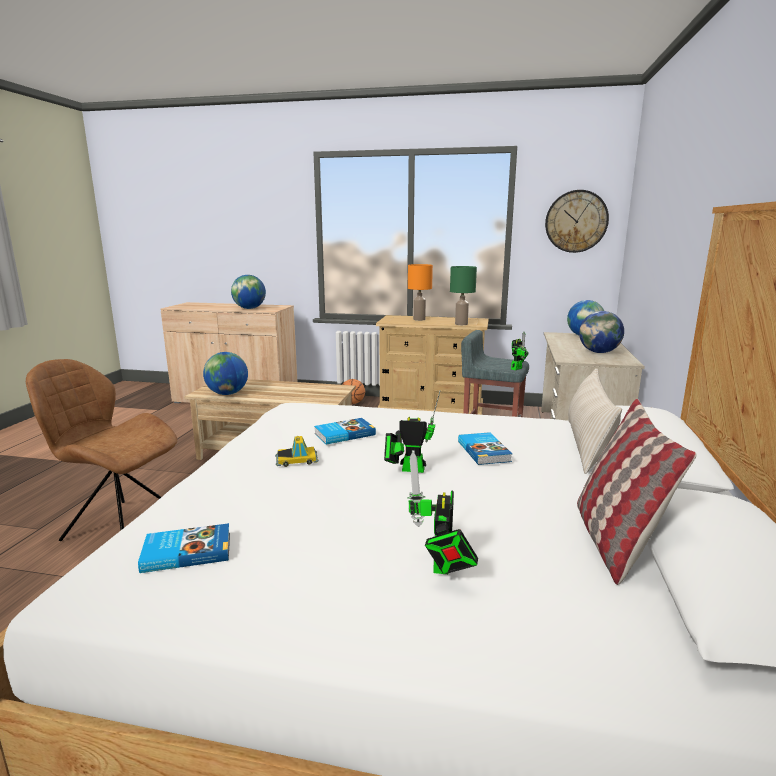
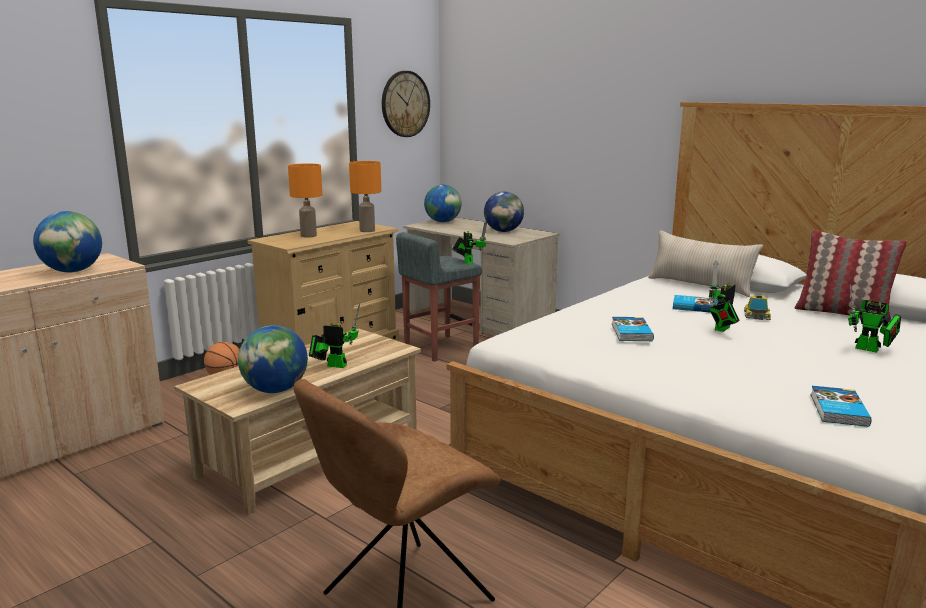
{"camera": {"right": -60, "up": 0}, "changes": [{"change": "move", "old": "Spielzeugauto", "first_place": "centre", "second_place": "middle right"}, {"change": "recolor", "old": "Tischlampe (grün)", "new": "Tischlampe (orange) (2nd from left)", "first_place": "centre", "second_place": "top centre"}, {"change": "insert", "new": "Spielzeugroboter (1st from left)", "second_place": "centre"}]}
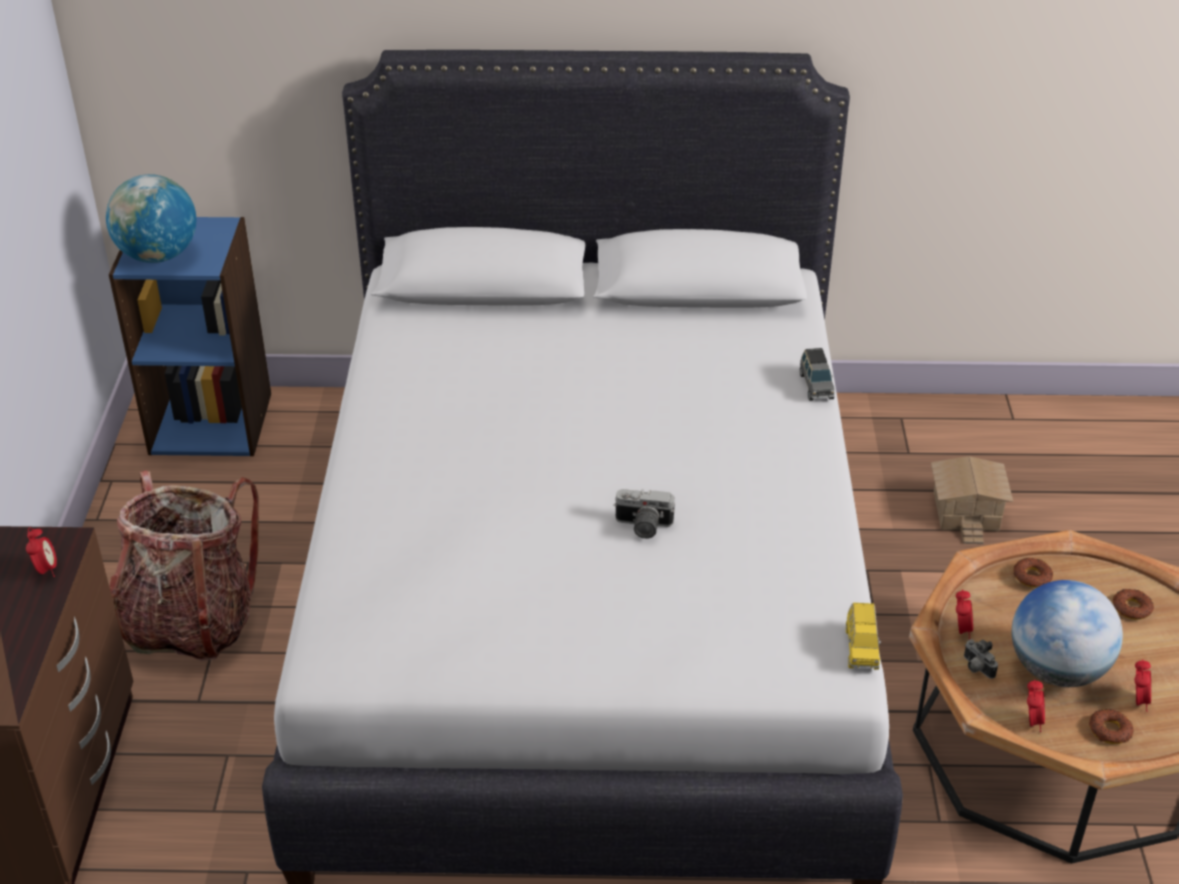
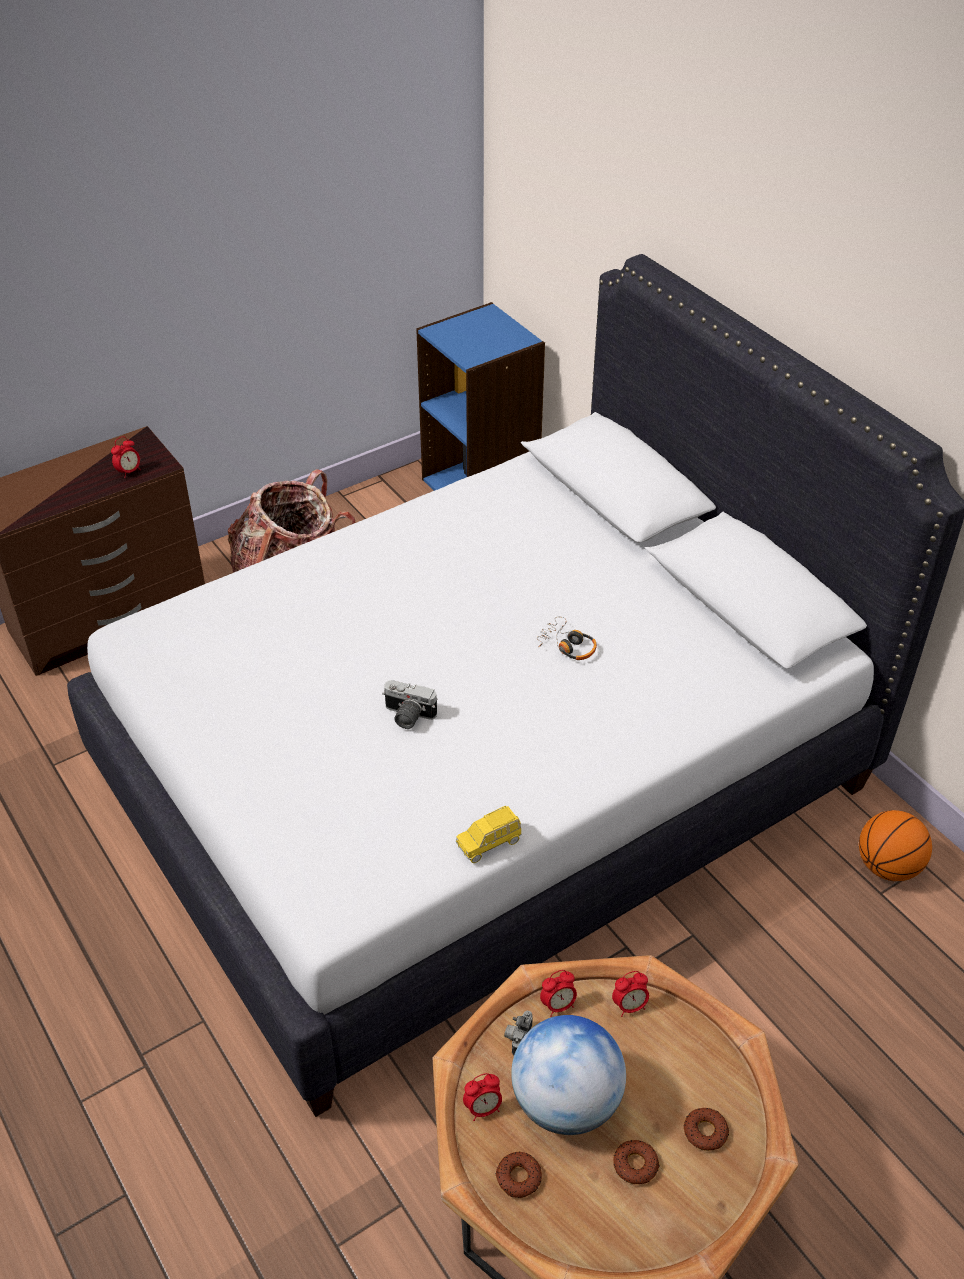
{"camera": {"right": 55, "up": 5}, "changes": [{"change": "delete", "old": "Globus (1st from left)", "first_place": "top left"}, {"change": "rotate", "old": "Kamera (1st from left)", "first_place": "centre", "second_place": "centre", "degrees": -45}, {"change": "delete", "old": "Spielzeugauto (grau)", "first_place": "middle right"}, {"change": "move", "old": "Spielzeugauto (gelb)", "first_place": "bottom right", "second_place": "centre"}, {"change": "delete", "old": "Spielzeughaus", "first_place": "middle right"}, {"change": "move", "old": "Donut (1st from left in the first image)", "new": "Donut (2nd from left)", "first_place": "middle right", "second_place": "bottom centre"}, {"change": "move", "old": "Wecker (4th from left)", "first_place": "bottom right", "second_place": "bottom centre"}, {"change": "insert", "new": "Kopfhörer", "second_place": "centre"}, {"change": "insert", "new": "Basketball", "second_place": "middle right"}]}
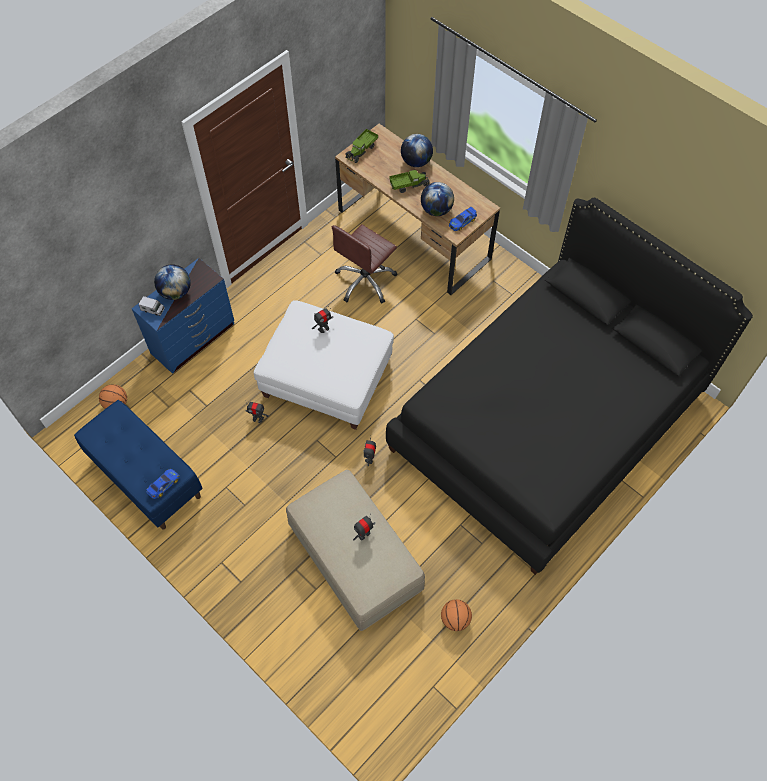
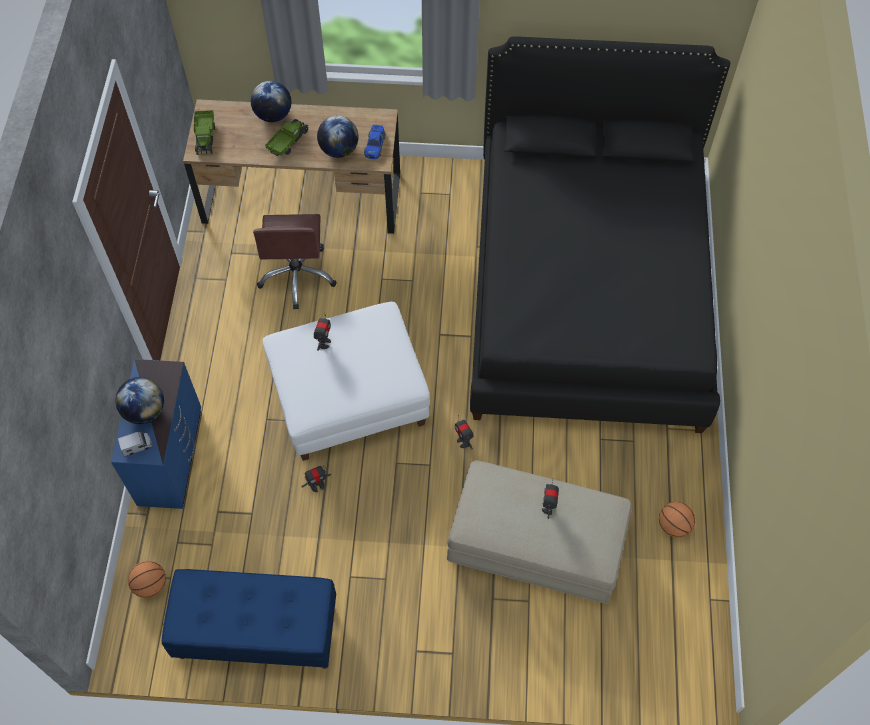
{"camera": {"right": -40, "up": 0}, "changes": [{"change": "delete", "old": "Spielzeugauto (1st from left)", "first_place": "middle left"}]}
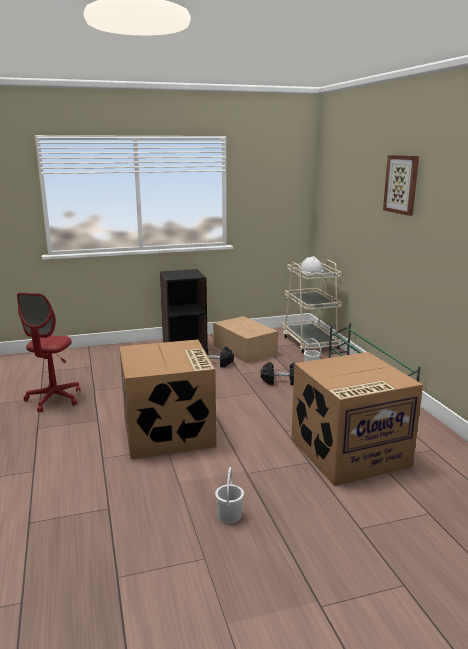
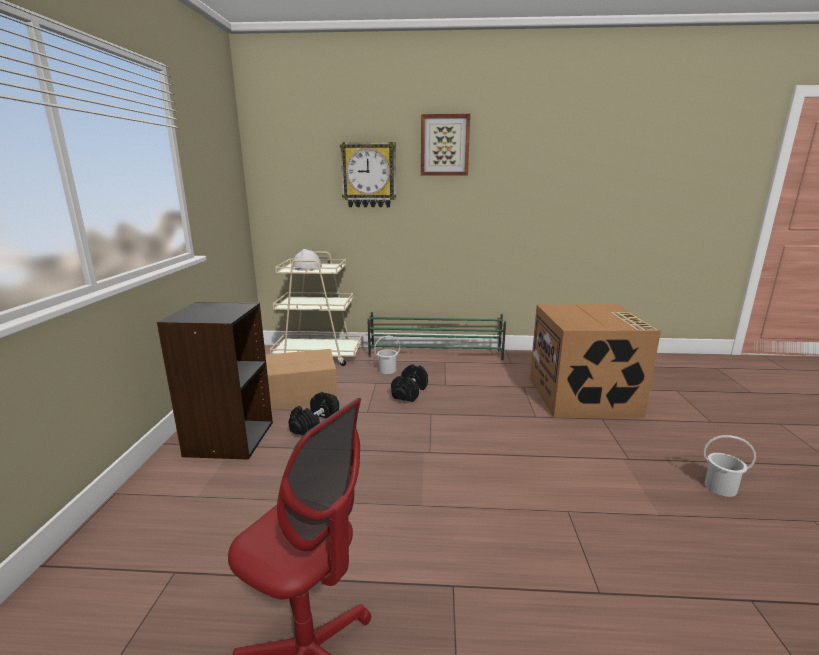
{"camera": {"right": -70, "up": 0}, "changes": [{"change": "delete", "old": "Karton (1st from left)", "first_place": "centre"}, {"change": "insert", "new": "Wanduhr", "second_place": "top centre"}]}
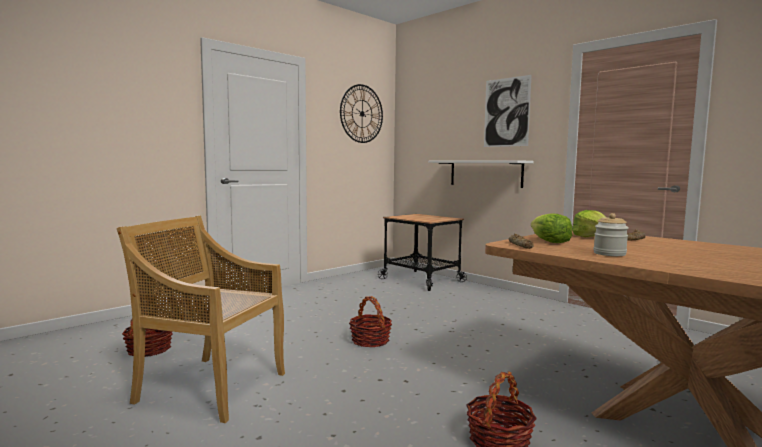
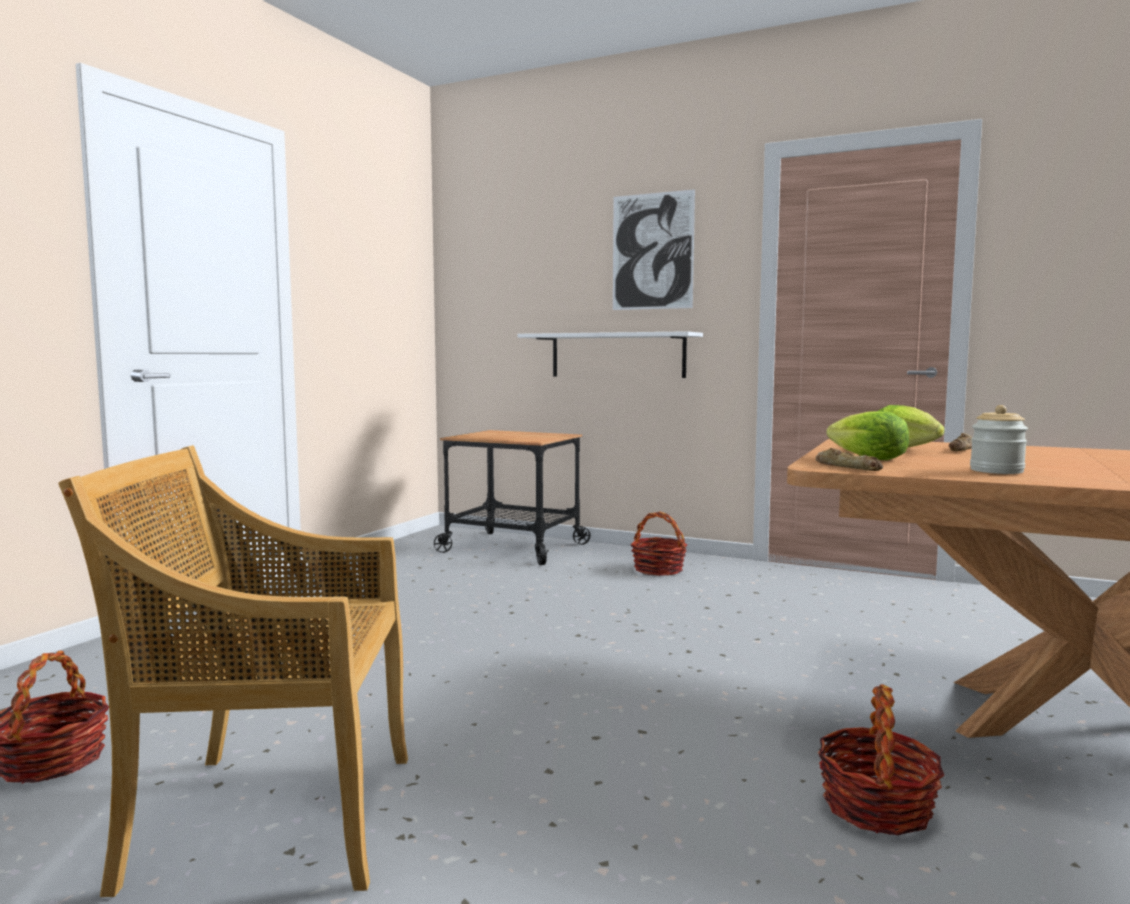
{"camera": {"right": -20, "up": 0}, "changes": [{"change": "delete", "old": "Wanduhr", "first_place": "top centre"}, {"change": "move", "old": "Korb (2nd from left)", "first_place": "bottom centre", "second_place": "centre"}]}
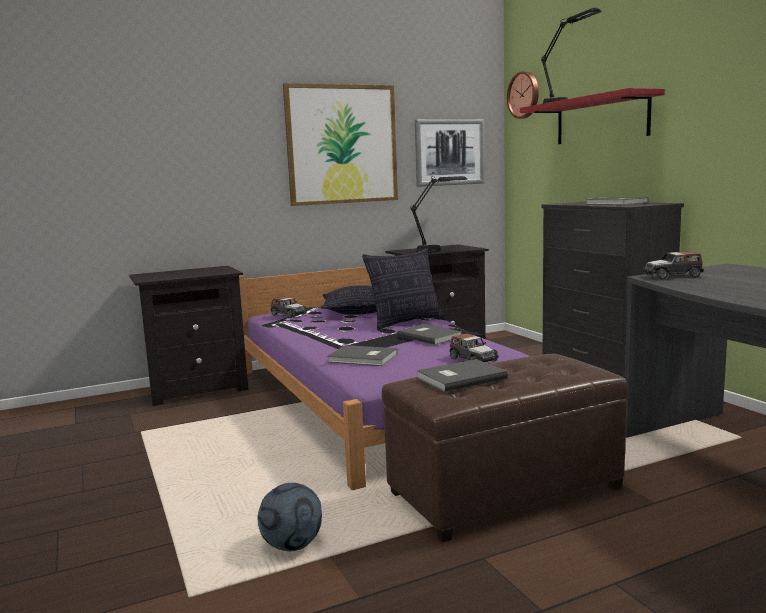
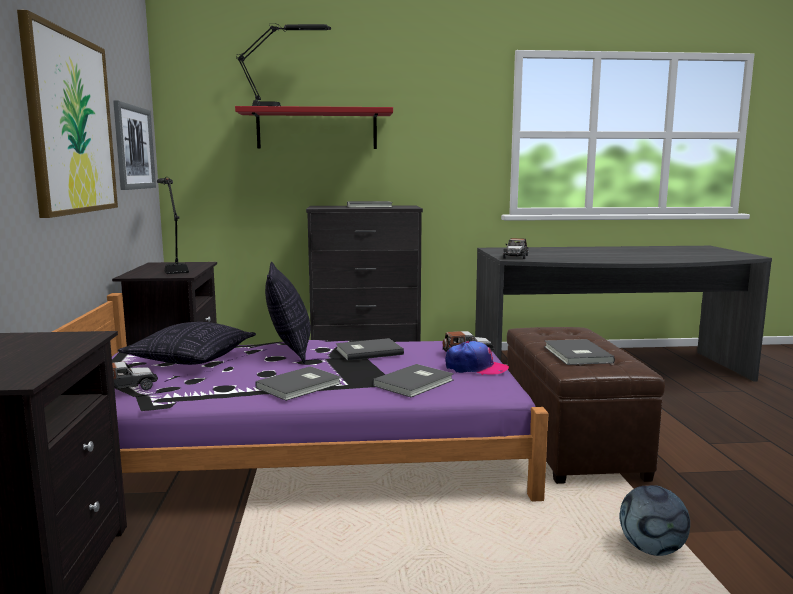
{"camera": {"right": -70, "up": 0}, "changes": [{"change": "delete", "old": "Wanduhr", "first_place": "top right"}, {"change": "insert", "new": "Buch (grau) (1st from left)", "second_place": "centre"}, {"change": "insert", "new": "Kappe", "second_place": "centre"}]}
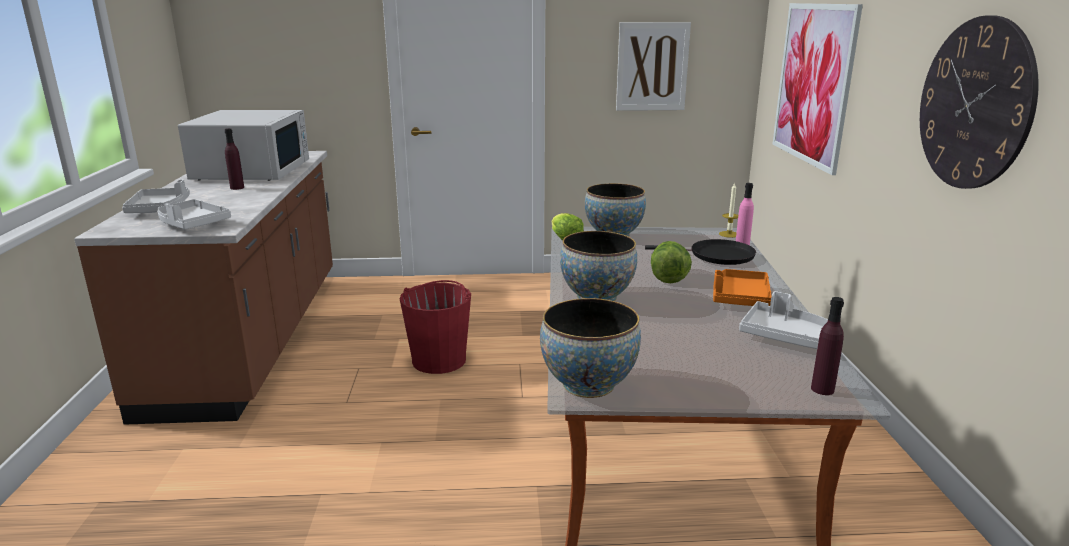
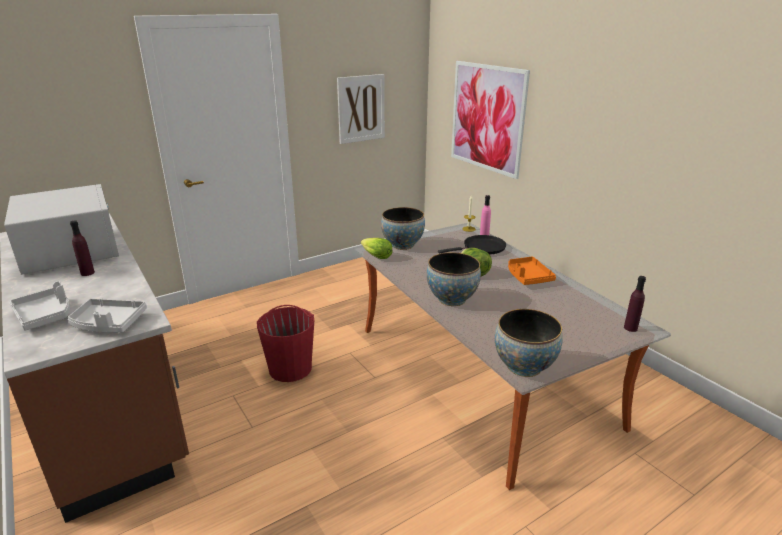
{"camera": {"right": -30, "up": 5}, "changes": [{"change": "delete", "old": "Tablett (grau) (3rd from left)", "first_place": "middle right"}, {"change": "delete", "old": "Wanduhr", "first_place": "top right"}]}
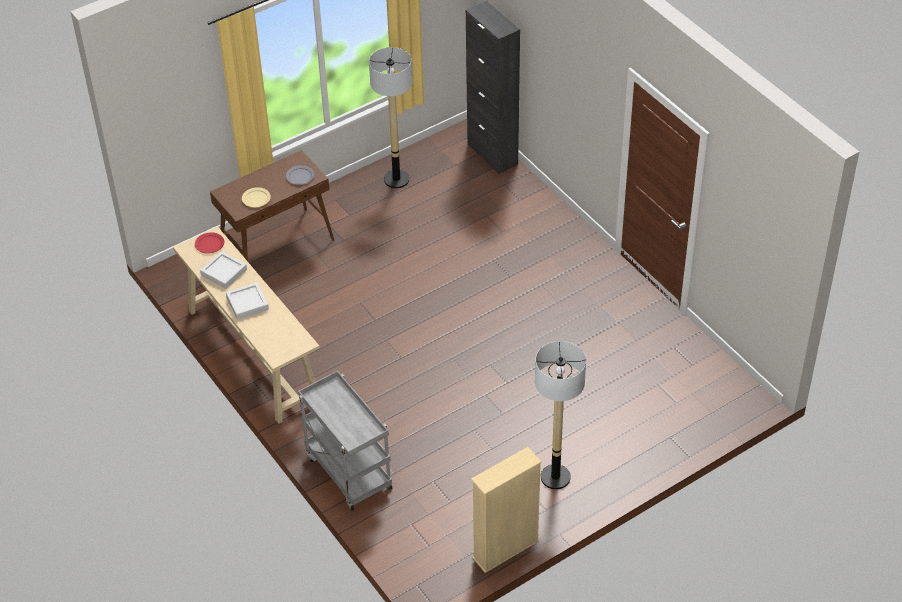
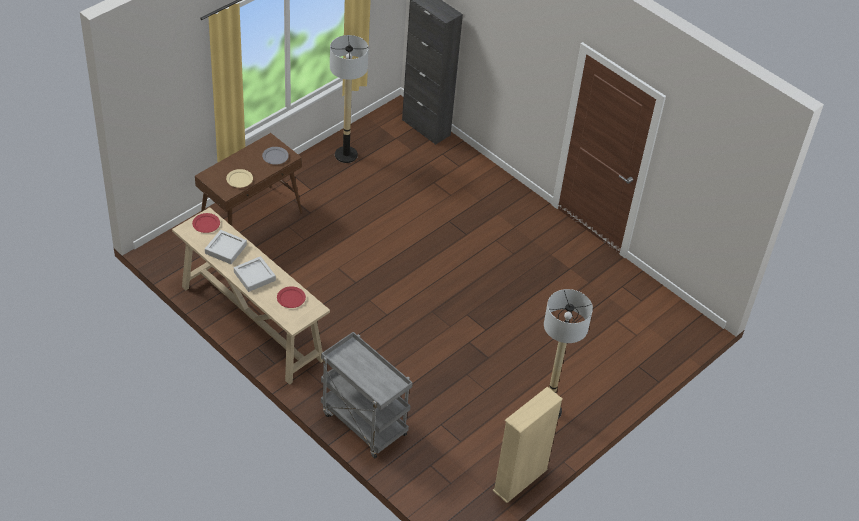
{"camera": {"right": -15, "up": 0}, "changes": [{"change": "insert", "new": "Teller (rot) (2nd from left)", "second_place": "centre"}]}
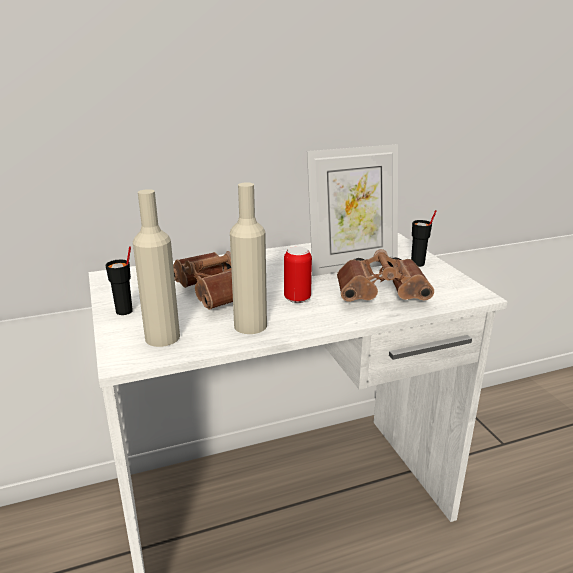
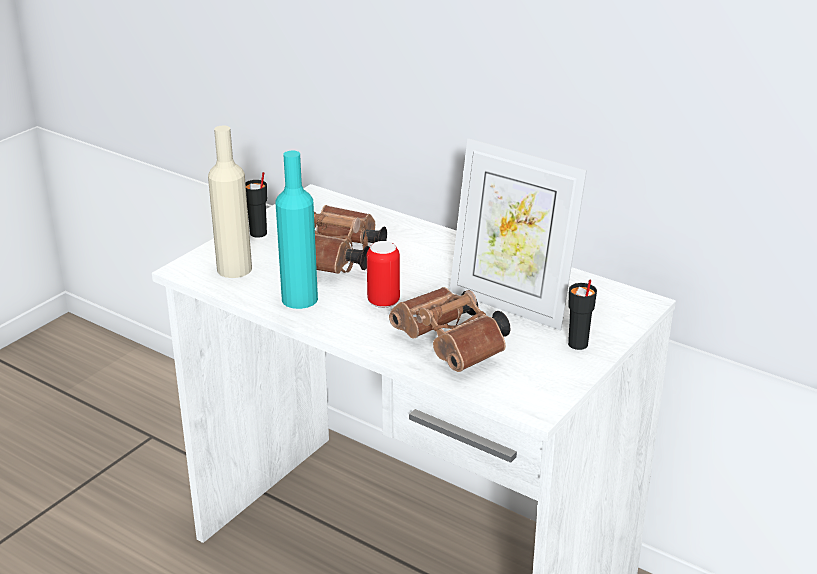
{"camera": {"right": 55, "up": 5}, "changes": [{"change": "recolor", "old": "Flasche (beige) (2nd from left)", "new": "Flasche (türkis)", "first_place": "centre", "second_place": "centre"}]}
